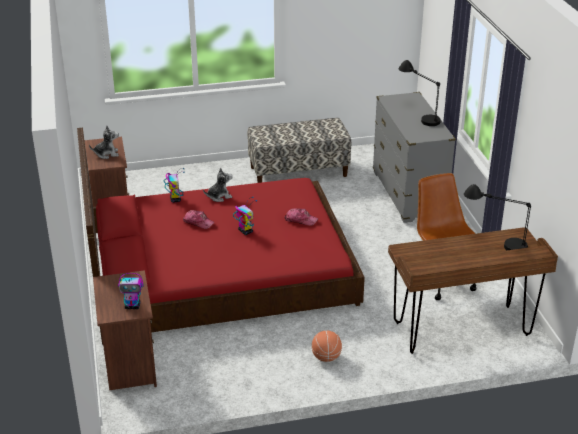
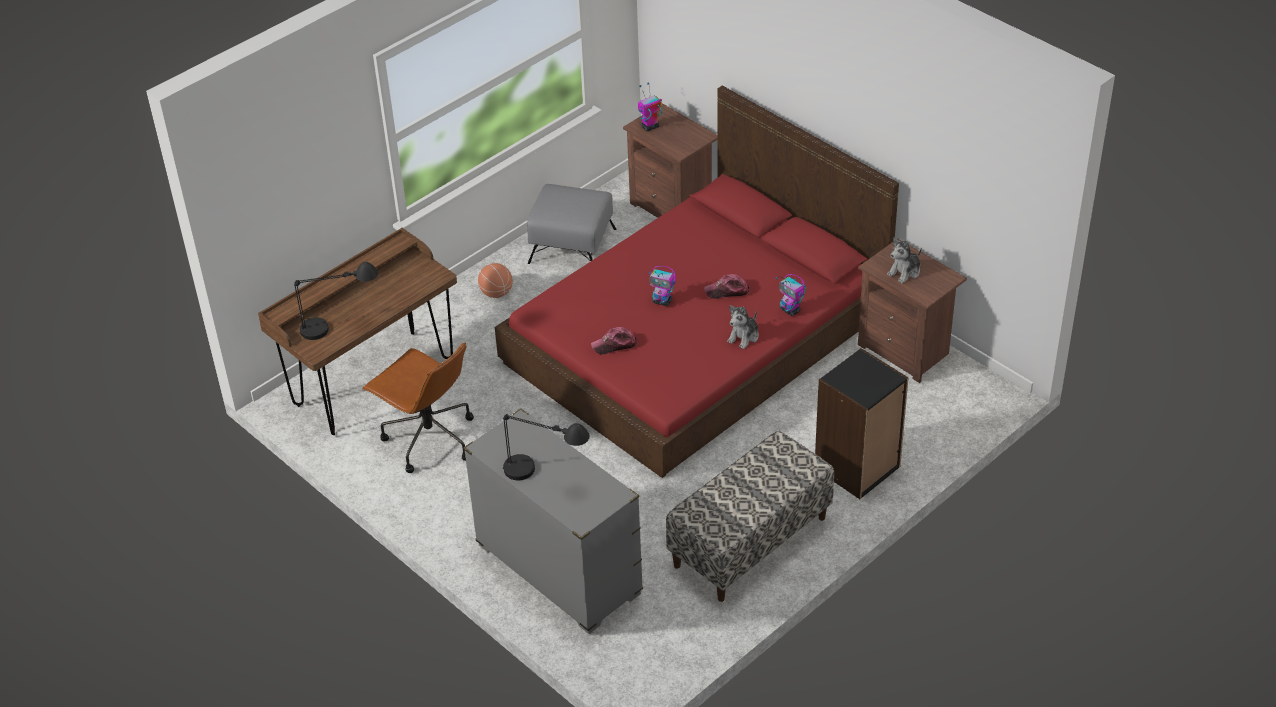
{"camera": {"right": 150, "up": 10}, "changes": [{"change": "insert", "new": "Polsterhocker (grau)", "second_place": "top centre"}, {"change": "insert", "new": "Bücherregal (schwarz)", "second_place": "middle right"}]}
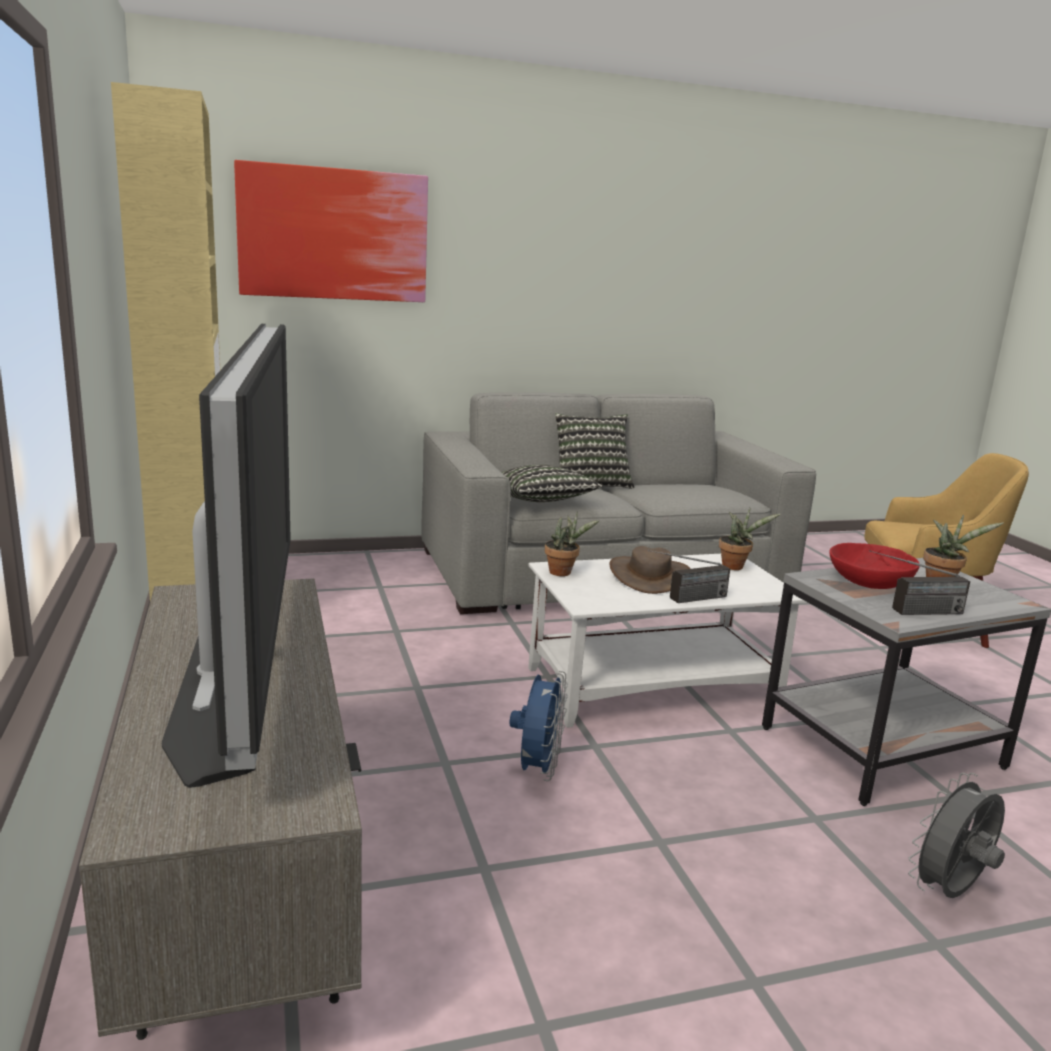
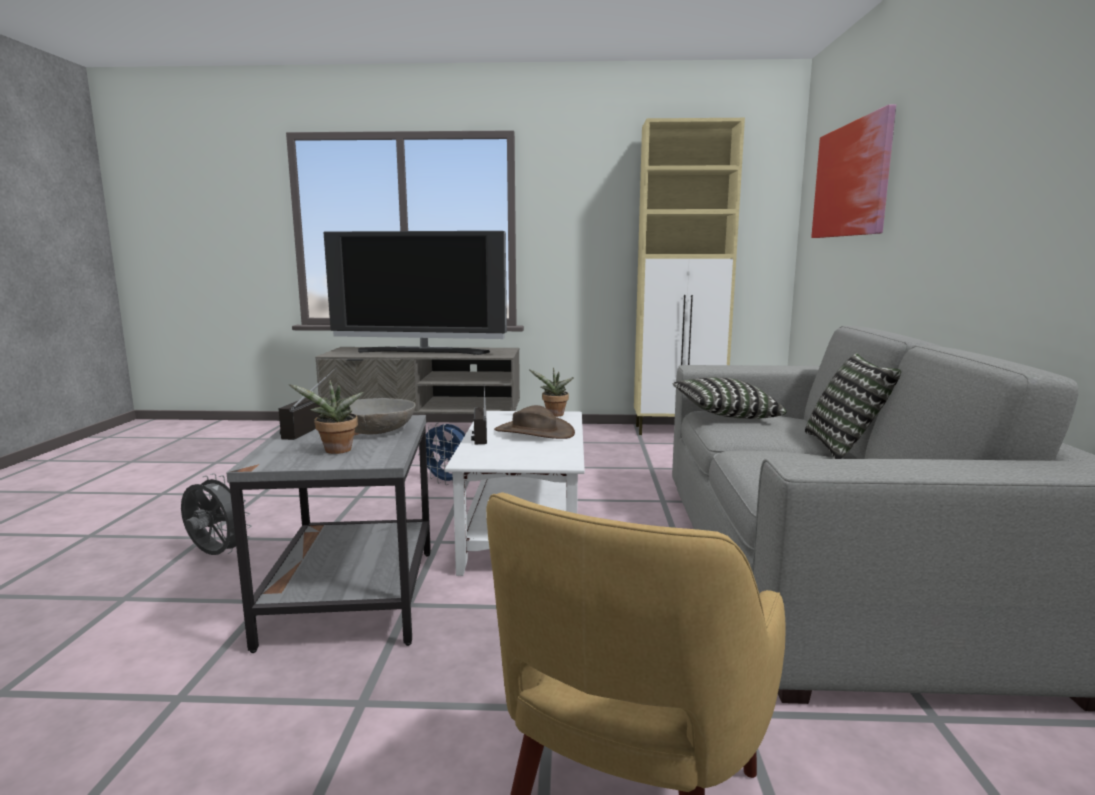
{"camera": {"right": 110, "up": -5}, "changes": [{"change": "delete", "old": "Topfpflanze (2nd from left)", "first_place": "middle right"}, {"change": "recolor", "old": "Schüssel (rot)", "new": "Schüssel (grau)", "first_place": "middle right", "second_place": "centre"}, {"change": "rotate", "old": "Ventilator (grau)", "first_place": "bottom right", "second_place": "middle left", "degrees": -45}]}
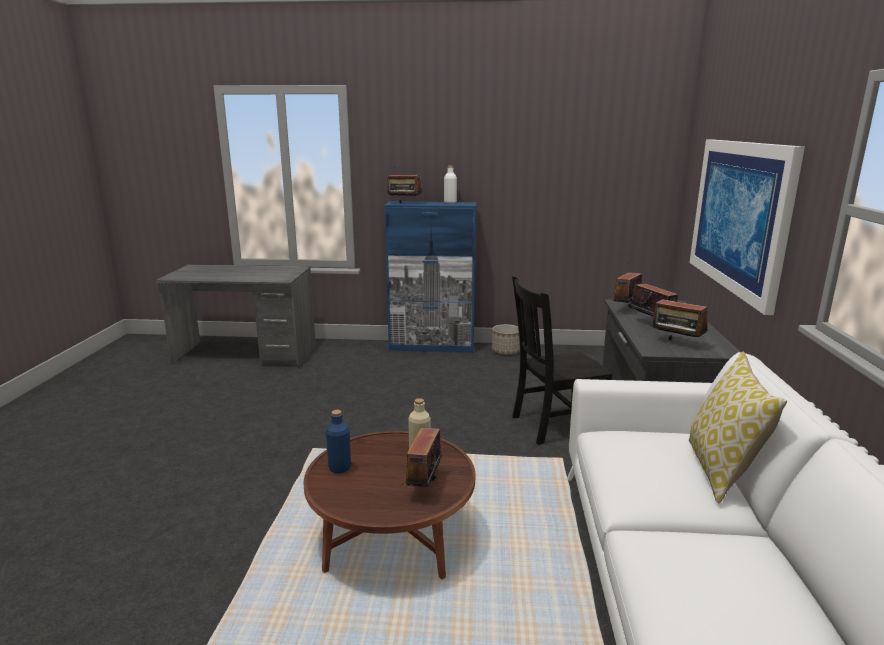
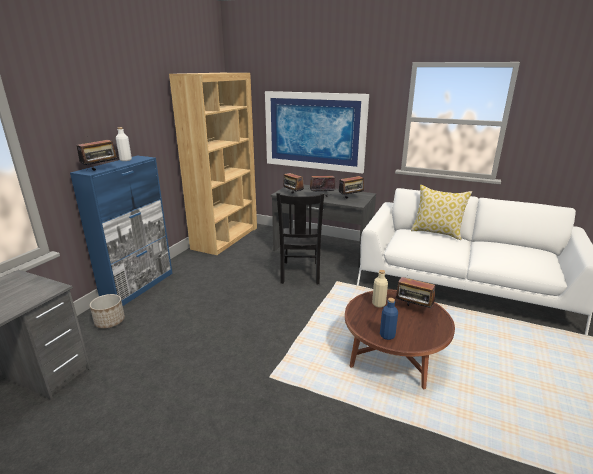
{"camera": {"right": -70, "up": 5}, "changes": [{"change": "move", "old": "Pflanzkübel", "first_place": "centre", "second_place": "middle left"}, {"change": "insert", "new": "Bücherregal (braun)", "second_place": "centre"}]}
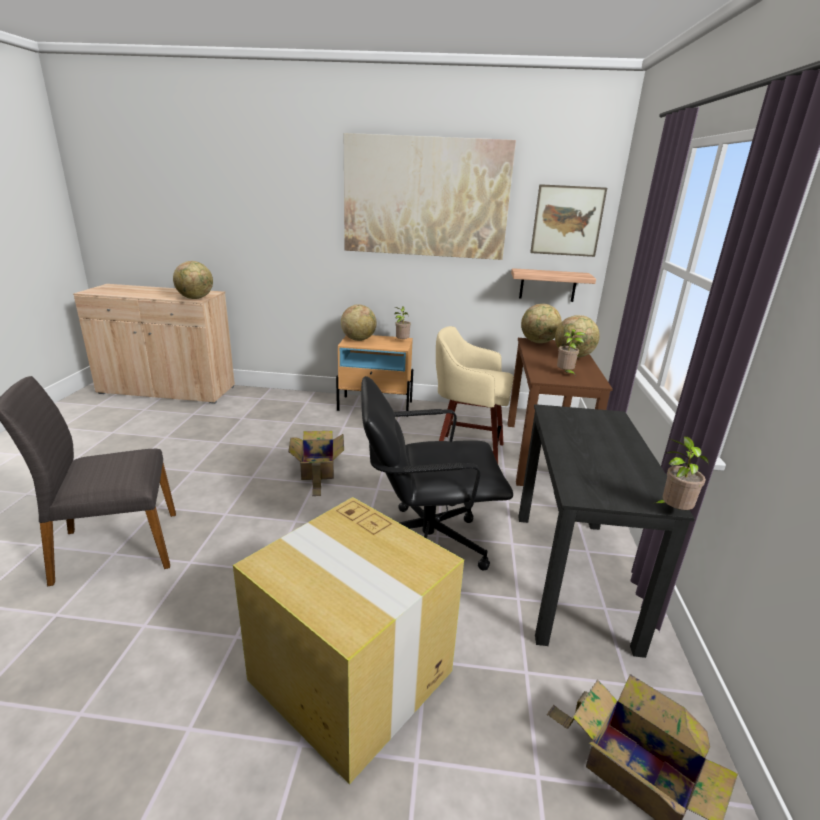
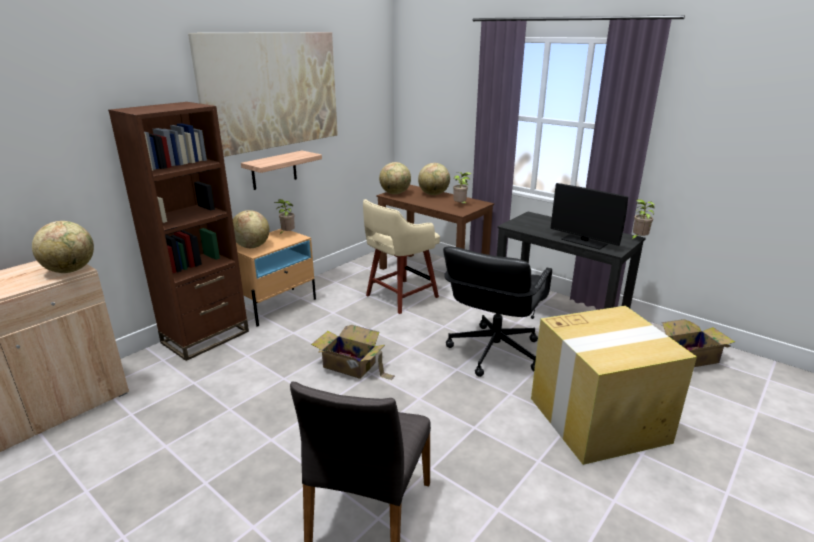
{"camera": {"right": -55, "up": 0}, "changes": [{"change": "move", "old": "Wandregal", "first_place": "middle right", "second_place": "top centre"}, {"change": "delete", "old": "Bild (2nd from left)", "first_place": "top right"}, {"change": "insert", "new": "Bücherregal (braun)", "second_place": "middle left"}, {"change": "insert", "new": "Monitor", "second_place": "middle right"}]}
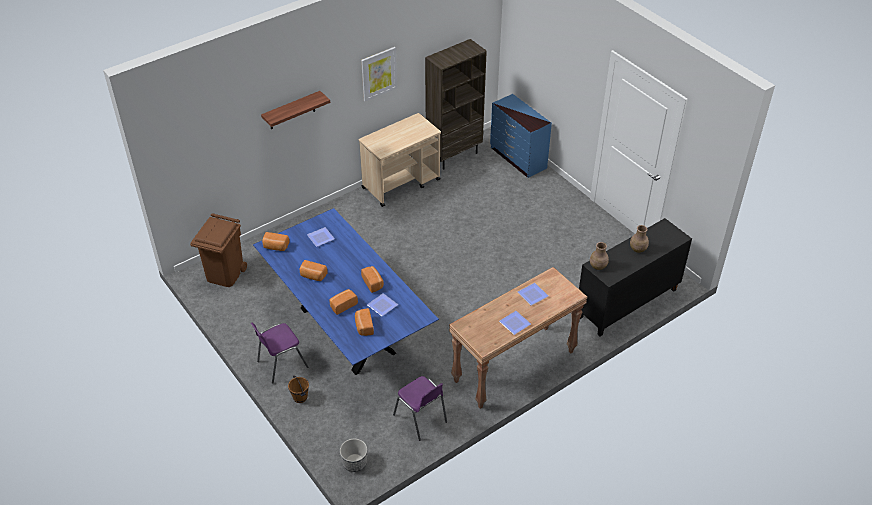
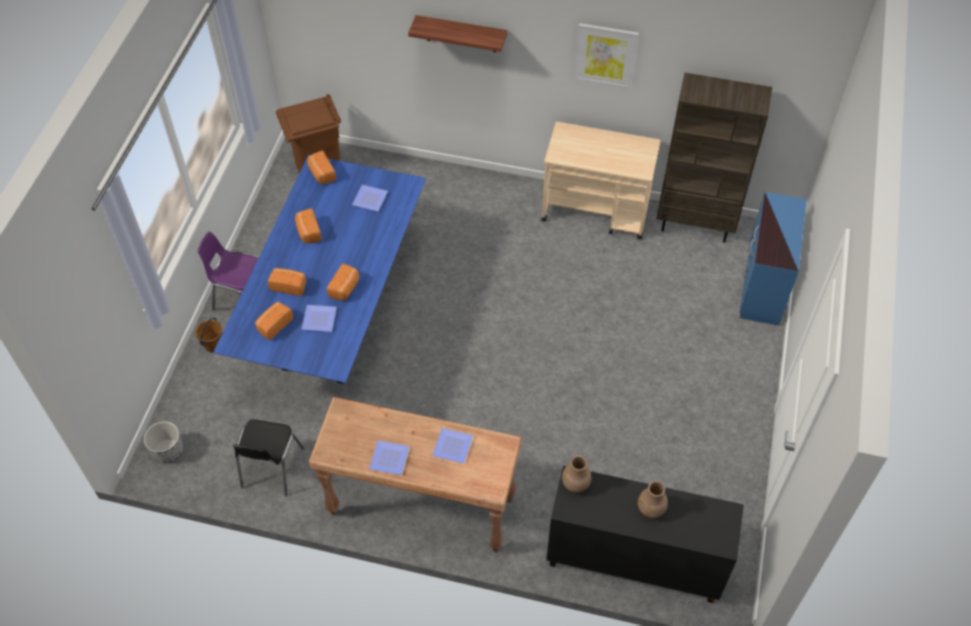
{"camera": {"right": 50, "up": 10}, "changes": [{"change": "recolor", "old": "Stuhl (lila) (2nd from left)", "new": "Stuhl (schwarz)", "first_place": "bottom centre", "second_place": "bottom left"}]}
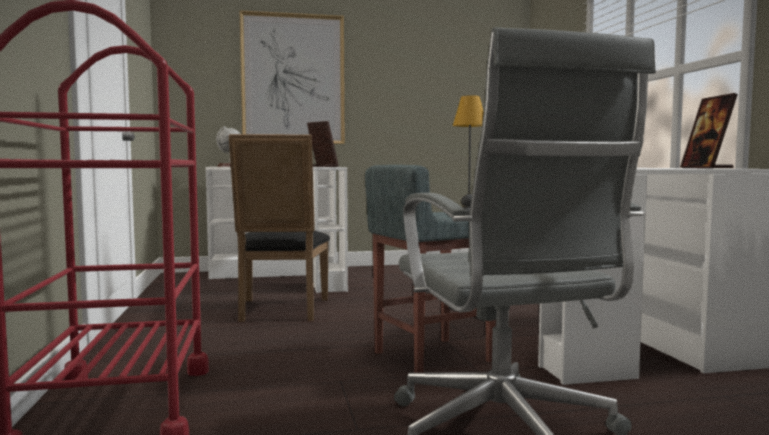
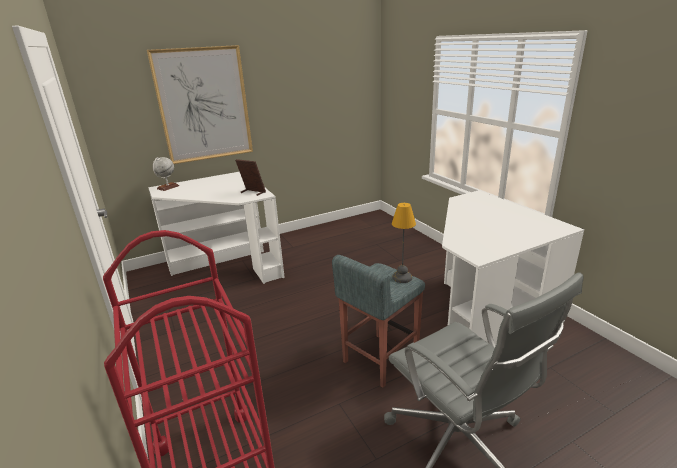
{"camera": {"right": -15, "up": 20}, "changes": [{"change": "delete", "old": "Stuhl (schwarz)", "first_place": "centre"}, {"change": "delete", "old": "Bilderrahmen (2nd from left)", "first_place": "top right"}]}
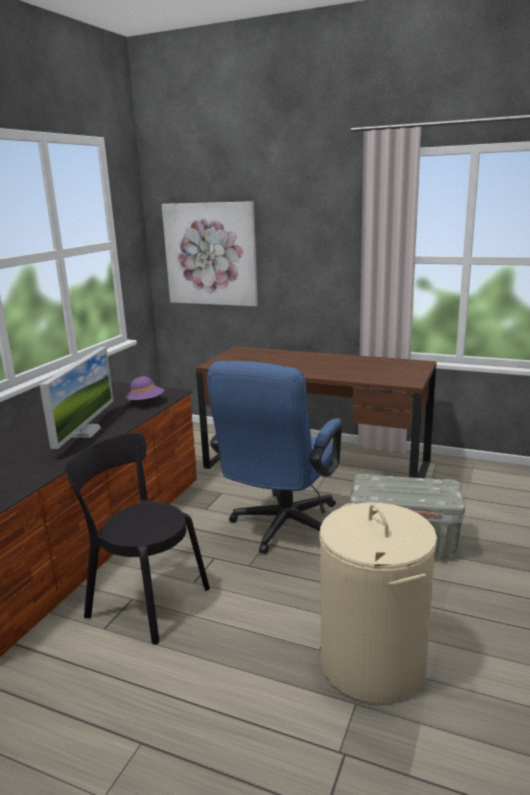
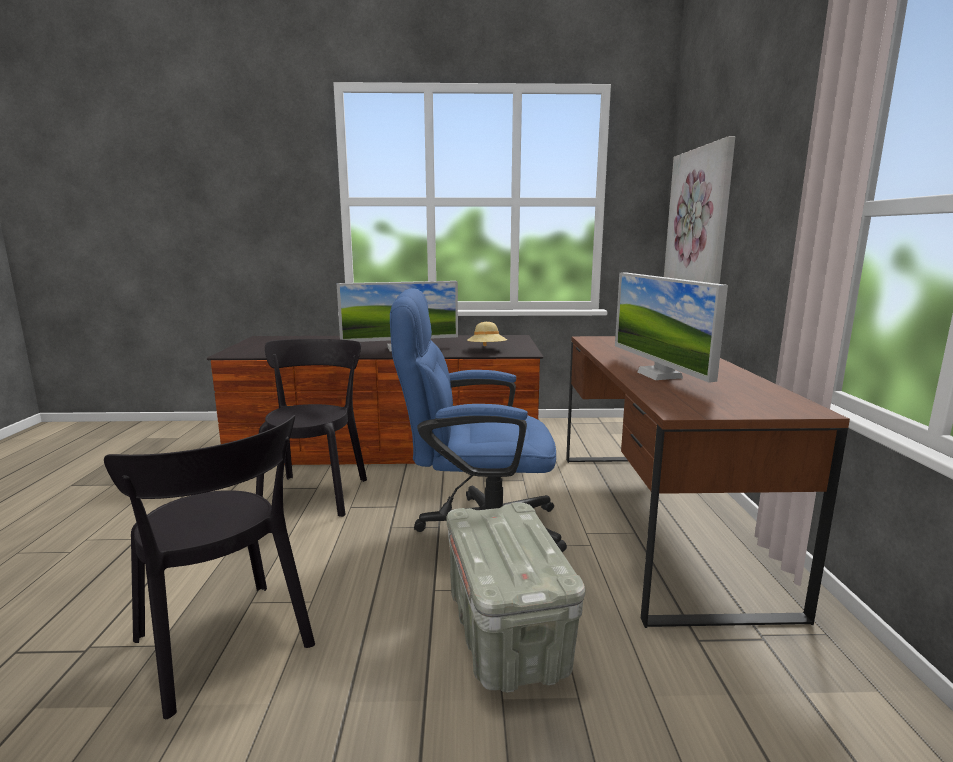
{"camera": {"right": 65, "up": -5}, "changes": [{"change": "recolor", "old": "Hut (lila)", "new": "Hut (beige)", "first_place": "middle left", "second_place": "centre"}, {"change": "replace", "old": "Wäschekorb (beige)", "new": "Stuhl (schwarz) (1st from left)", "first_place": "bottom right", "second_place": "bottom left"}, {"change": "insert", "new": "Monitor (2nd from left)", "second_place": "middle right"}]}
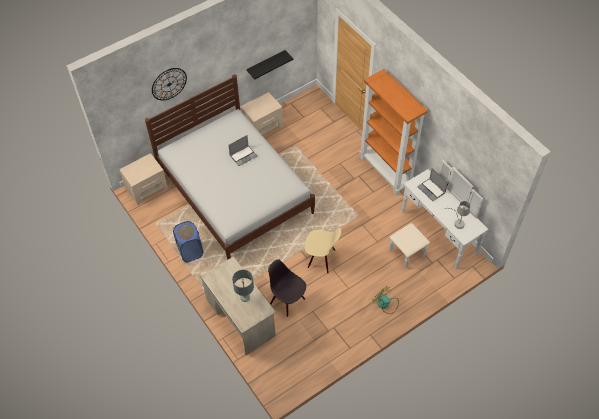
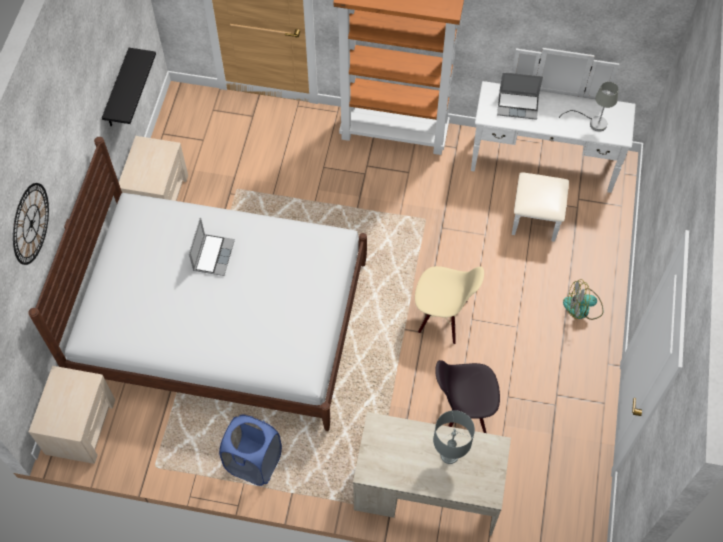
{"camera": {"right": -45, "up": 5}, "changes": [{"change": "rotate", "old": "Stuhl (beige)", "first_place": "centre", "second_place": "centre", "degrees": 45}]}
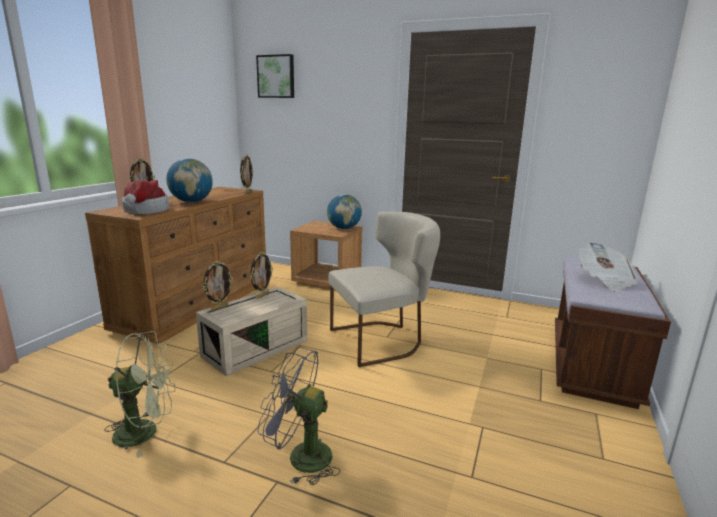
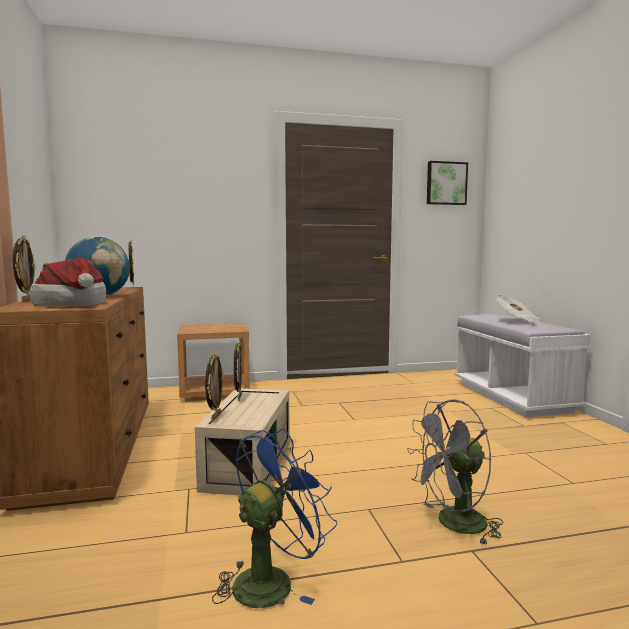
{"camera": {"right": -35, "up": -10}, "changes": [{"change": "recolor", "old": "Ventilator (grün)", "new": "Ventilator (blau)", "first_place": "bottom left", "second_place": "bottom centre"}, {"change": "move", "old": "Bild", "first_place": "top centre", "second_place": "top right"}, {"change": "delete", "old": "Globus (2nd from left)", "first_place": "centre"}, {"change": "delete", "old": "Stuhl (beige)", "first_place": "centre"}, {"change": "recolor", "old": "Bank (braun)", "new": "Bank (weiß)", "first_place": "middle right", "second_place": "middle right"}]}
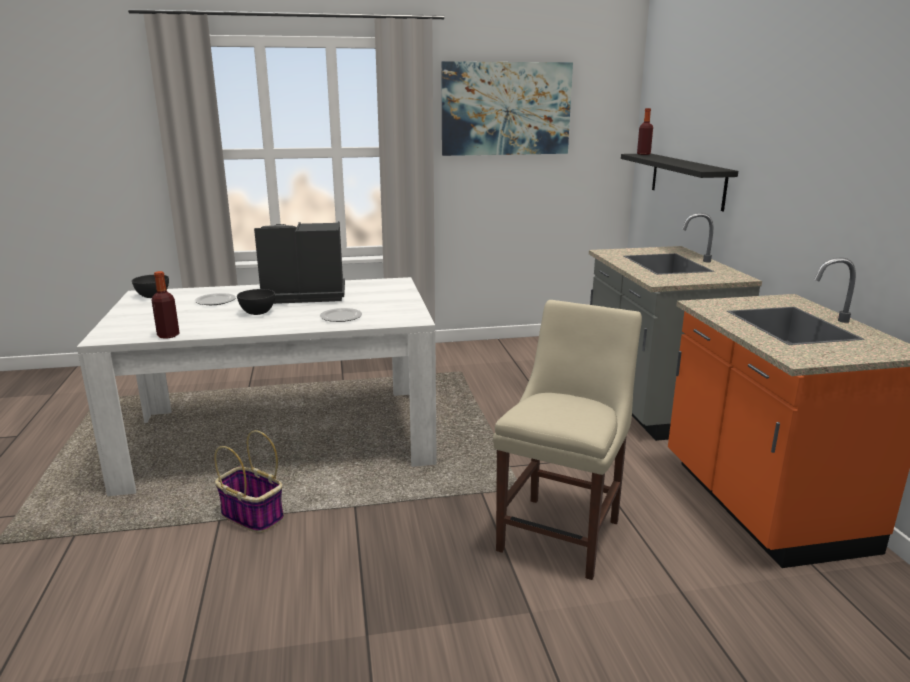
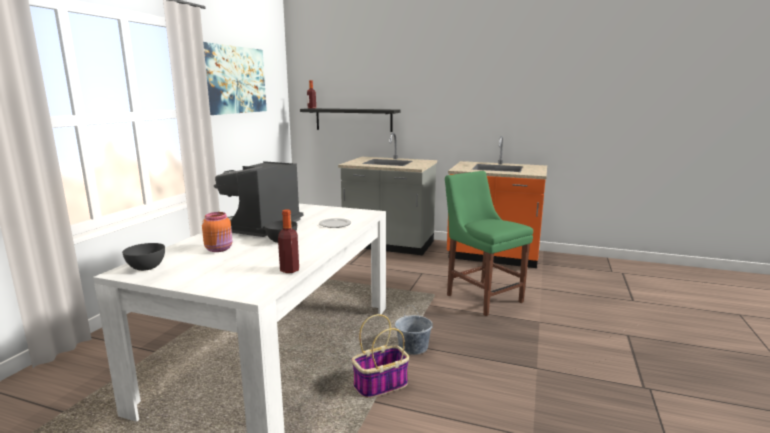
{"camera": {"right": -60, "up": -5}, "changes": [{"change": "replace", "old": "Teller (1st from left)", "new": "Vorratsglas (orange)", "first_place": "middle left", "second_place": "middle left"}, {"change": "recolor", "old": "Stuhl (beige)", "new": "Stuhl (grün)", "first_place": "centre", "second_place": "centre"}, {"change": "insert", "new": "Eimer (grau)", "second_place": "bottom centre"}]}
